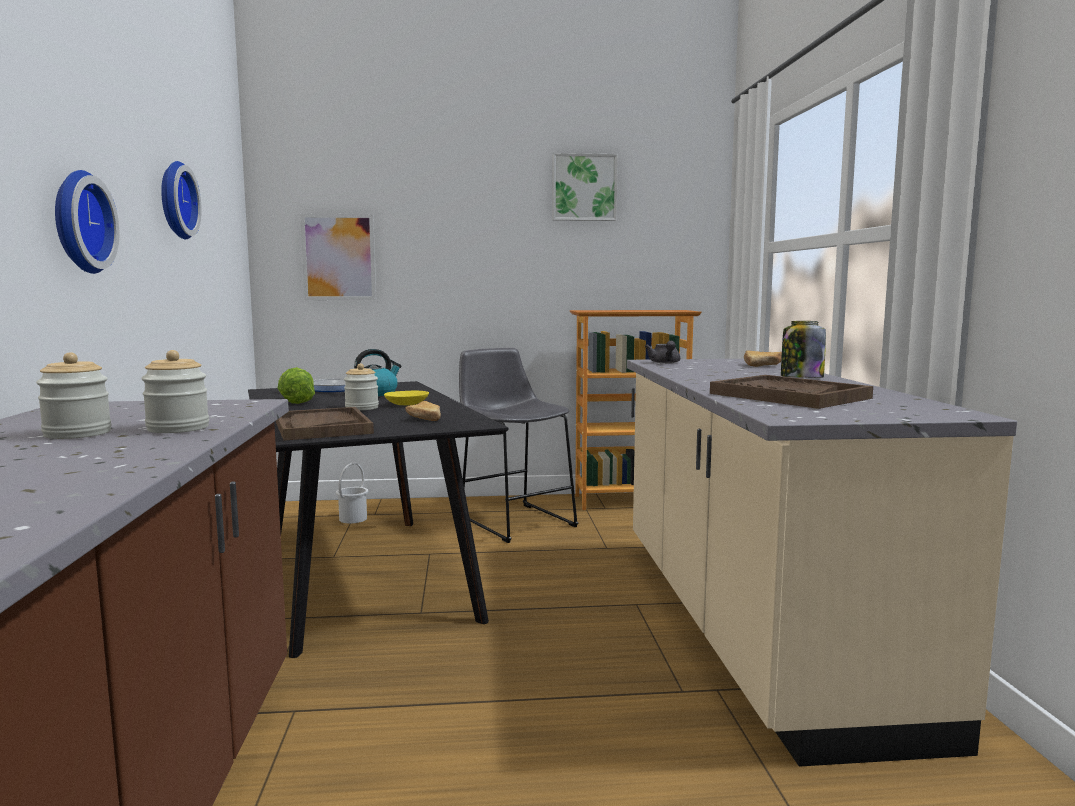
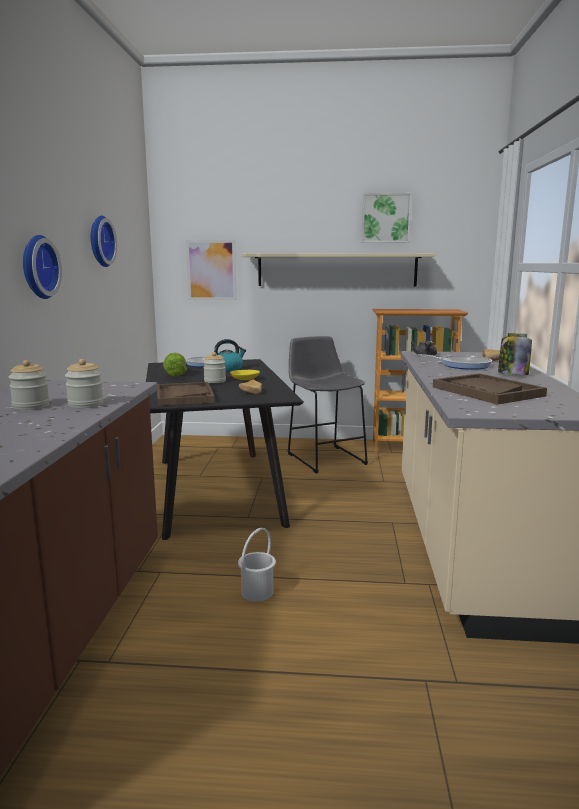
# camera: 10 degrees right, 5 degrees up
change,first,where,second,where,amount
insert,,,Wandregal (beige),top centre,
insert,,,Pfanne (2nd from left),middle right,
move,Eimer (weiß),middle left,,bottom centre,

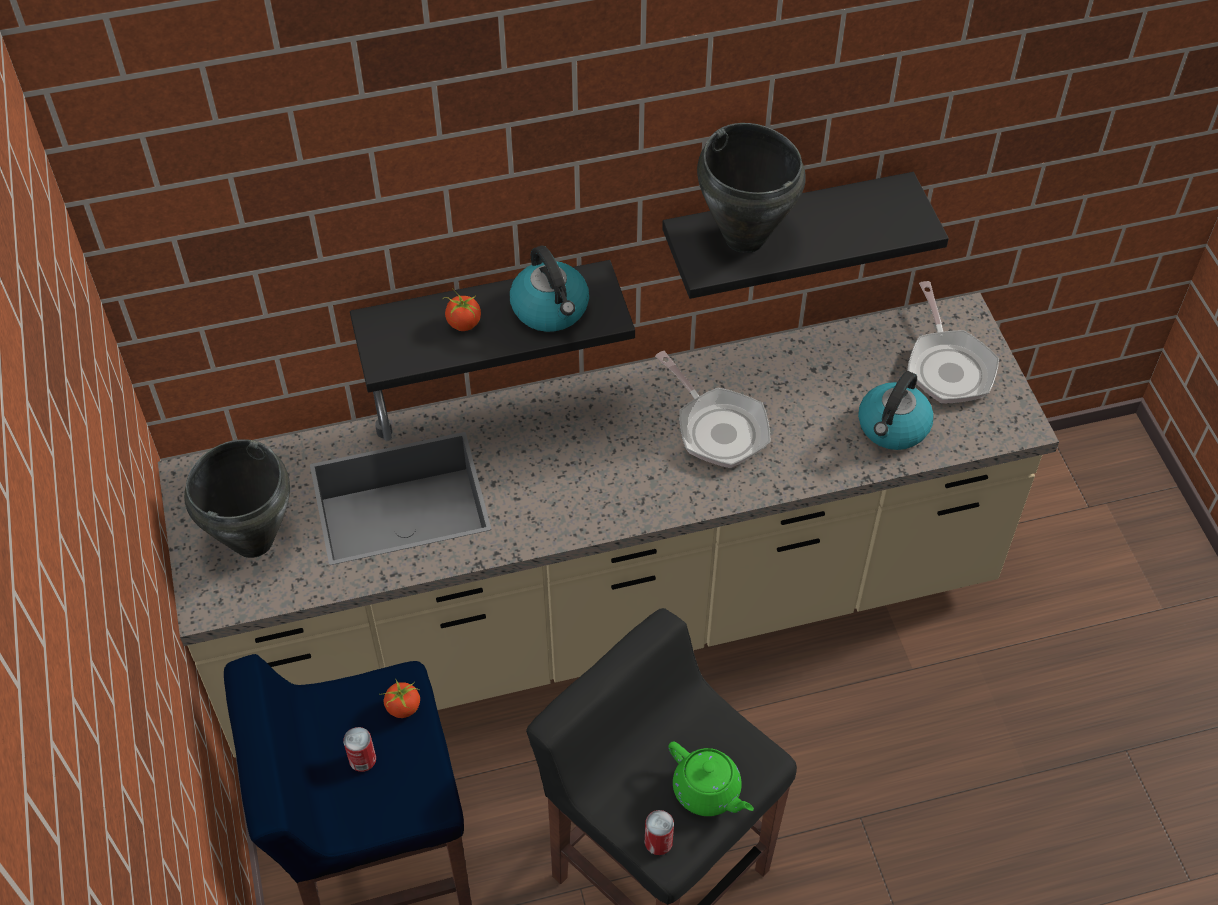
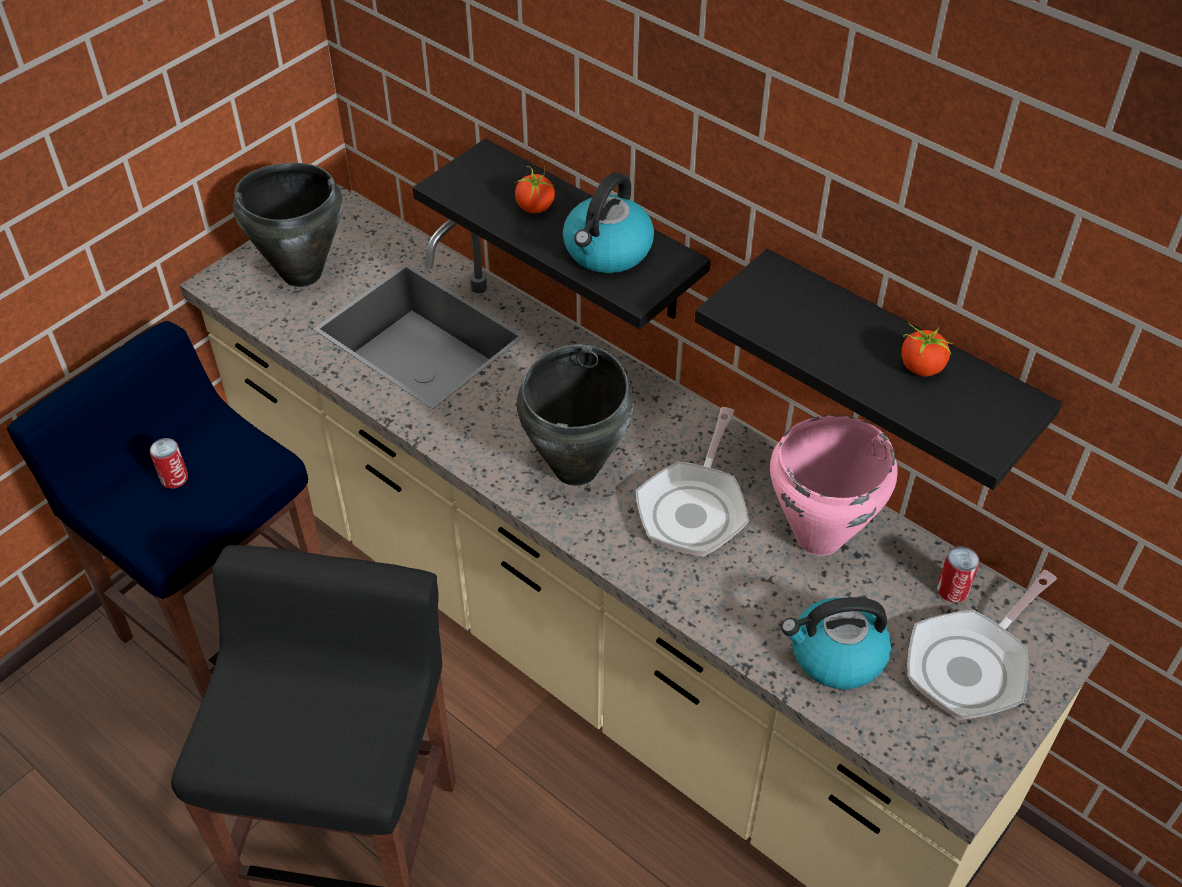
# camera: 55 degrees right, 5 degrees down
change,first,where,second,where,amount
delete,Teekanne (grün),bottom centre,,,
insert,,,Kochtopf (rosa),middle right,
move,Tomate (1st from left in the first image),bottom left,Tomate (2nd from left),middle right,
move,Dose (2nd from left),bottom centre,,middle right,
move,Kochtopf (schwarz) (2nd from left),top centre,,centre,

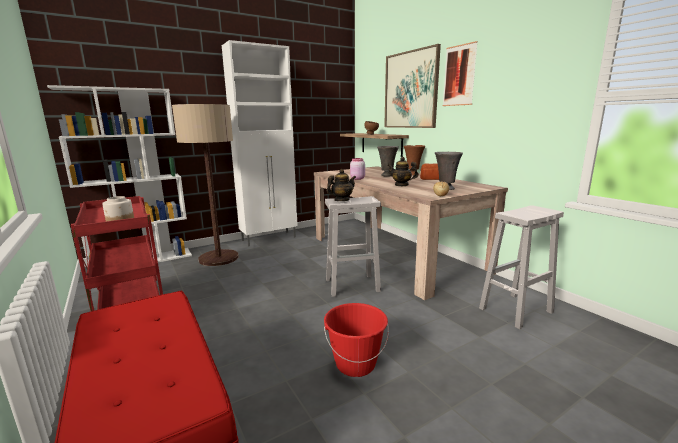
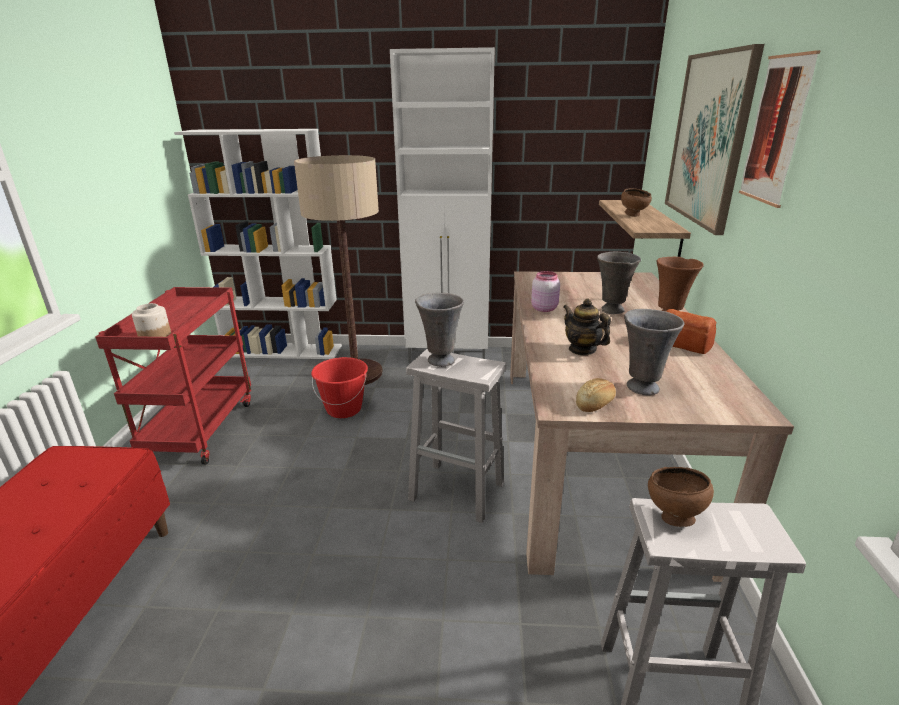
# camera: 35 degrees right, 10 degrees up
change,first,where,second,where,amount
insert,,,Schüssel (braun) (2nd from left),bottom right,
move,Eimer (rot),bottom centre,,centre,
replace,Teekanne (1st from left),centre,Vase (grau) (1st from left),centre,

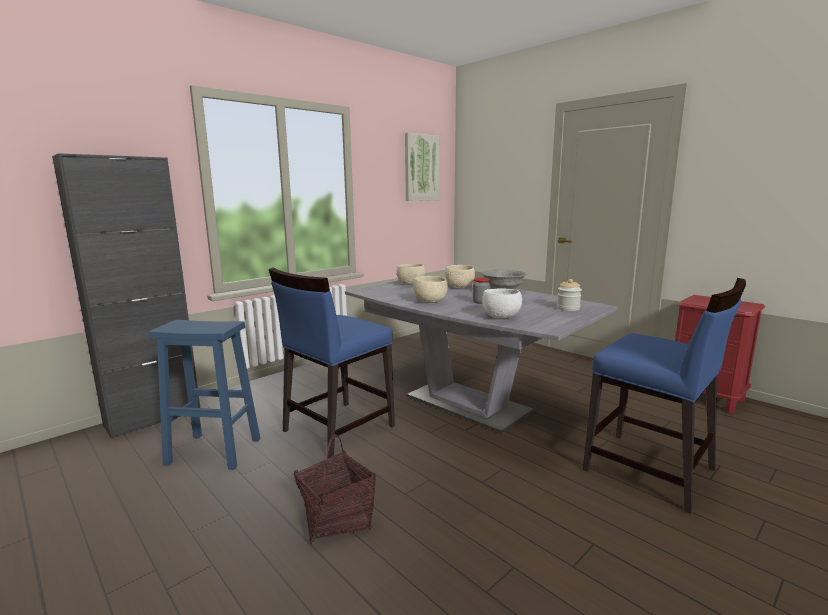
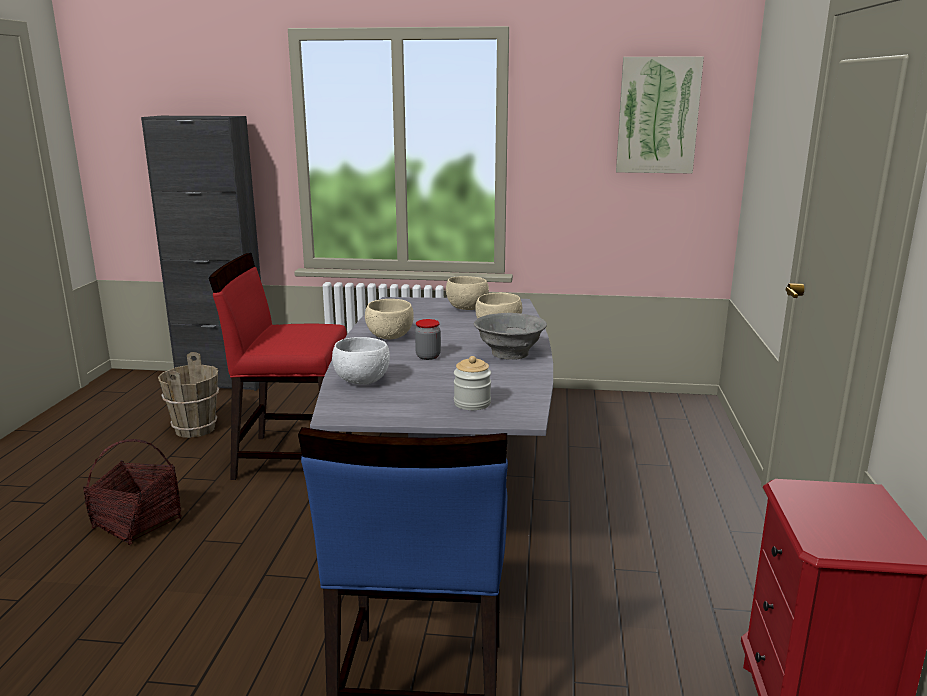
# camera: 50 degrees right, 5 degrees up
change,first,where,second,where,amount
replace,Hocker (blau),middle left,Eimer (braun),middle left,
recolor,Stuhl (blau) (1st from left),centre,Stuhl (rot),middle left,

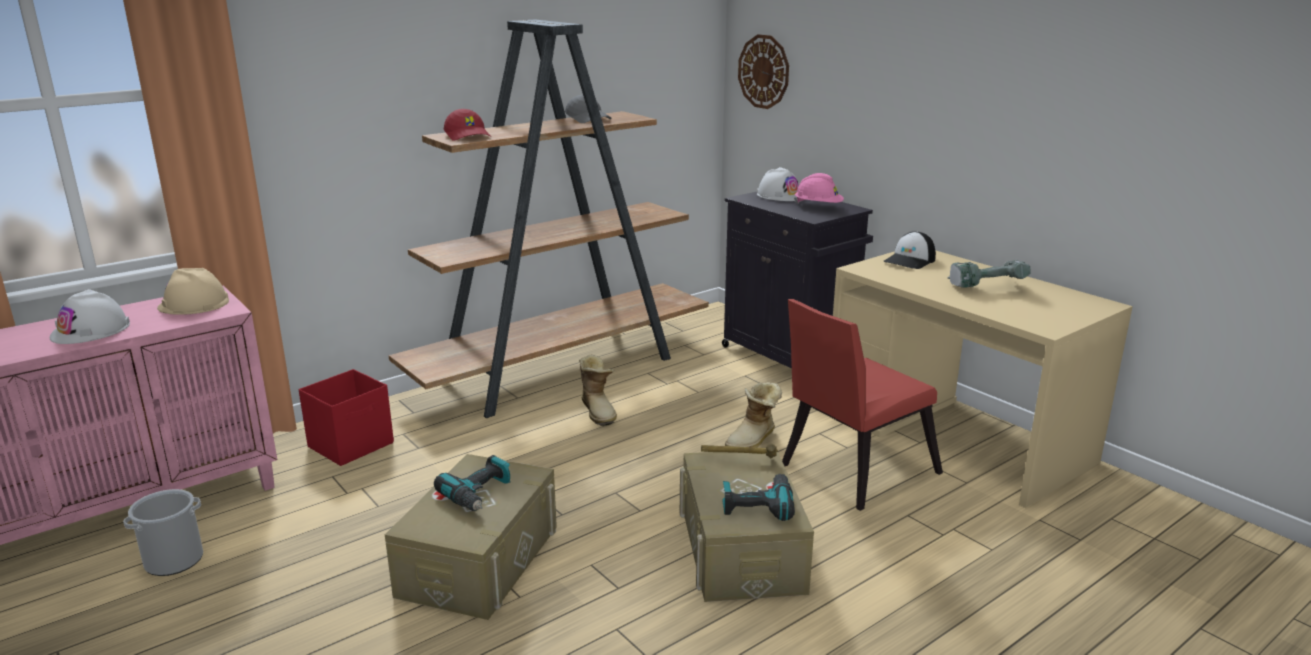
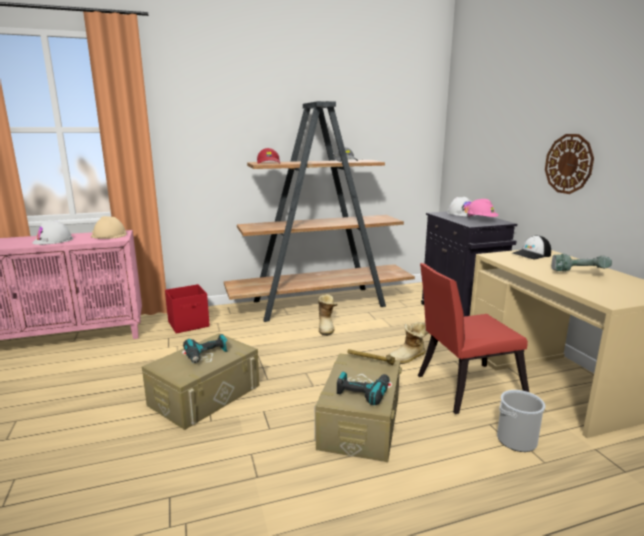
# camera: 20 degrees right, 5 degrees down
change,first,where,second,where,amount
move,Eimer,bottom left,,bottom right,
move,Wanduhr,top centre,,top right,

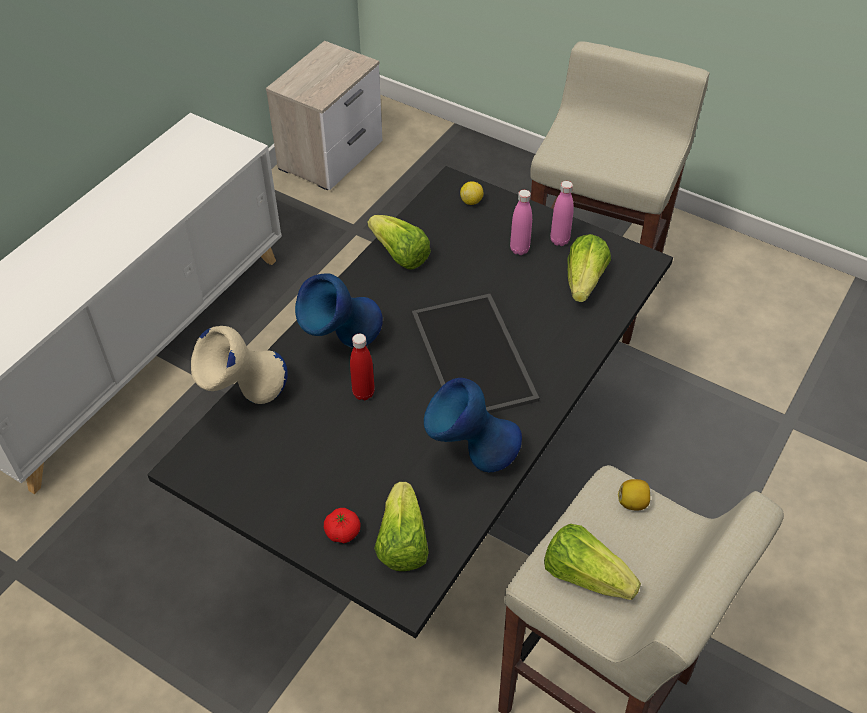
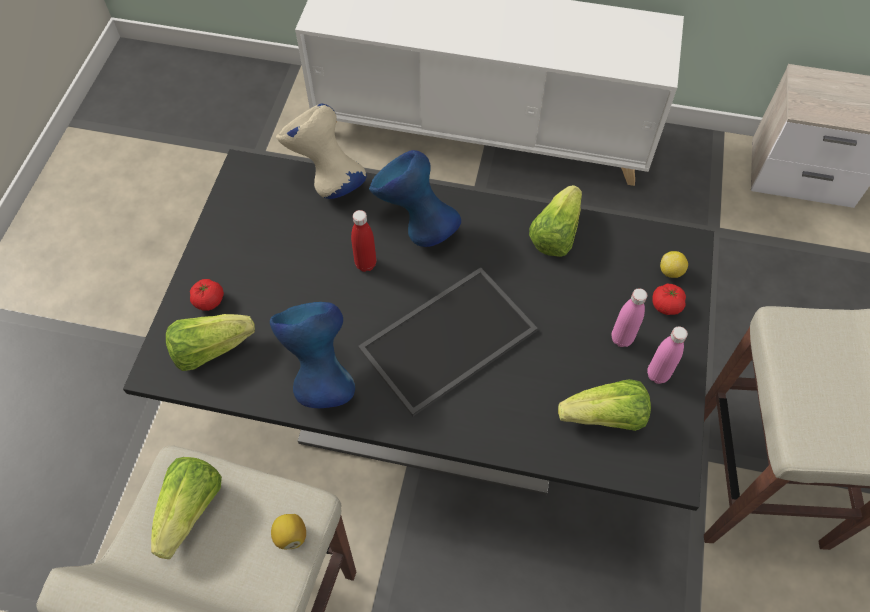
# camera: 70 degrees right, 10 degrees up
change,first,where,second,where,amount
insert,,,Tomate (2nd from left),middle right,

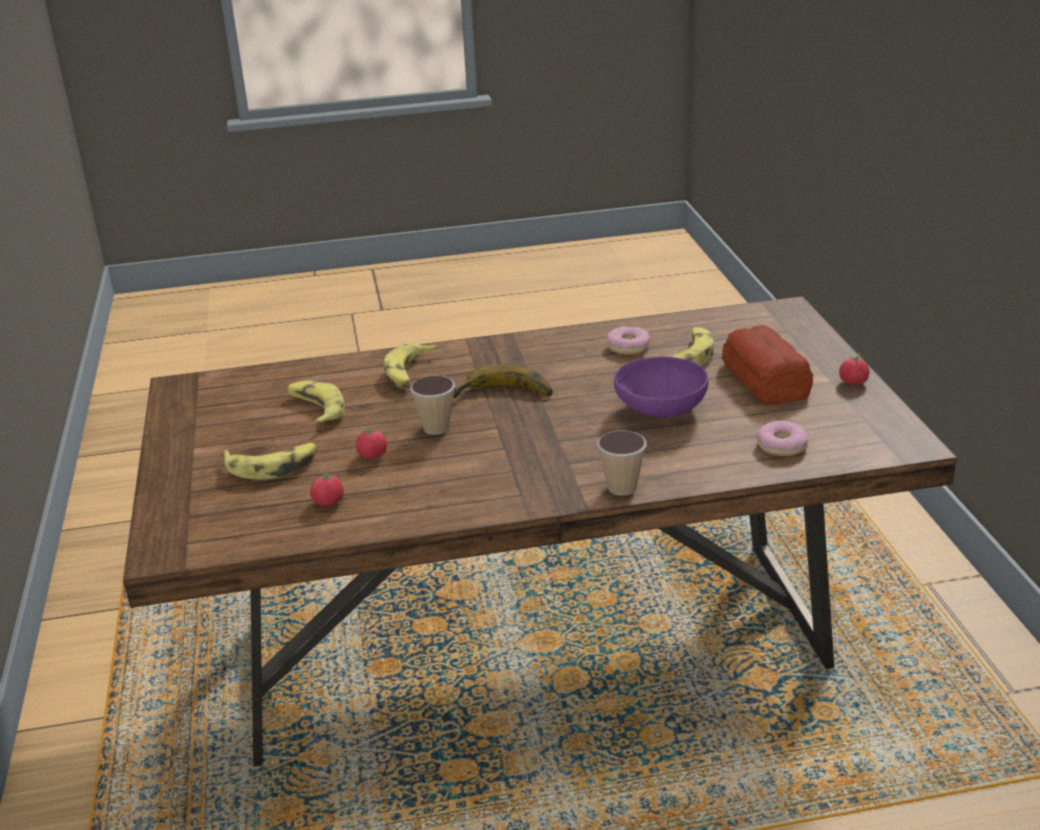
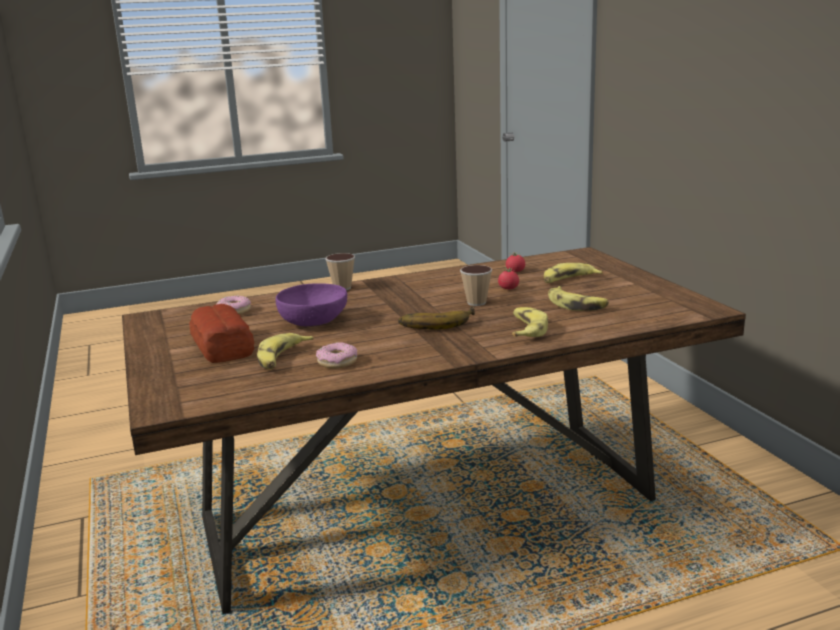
# camera: 170 degrees right, 10 degrees down
change,first,where,second,where,amount
delete,Tomate (3rd from left),middle right,,,

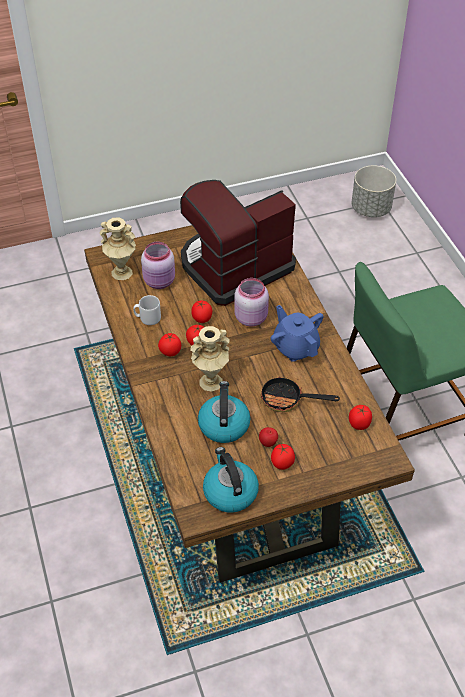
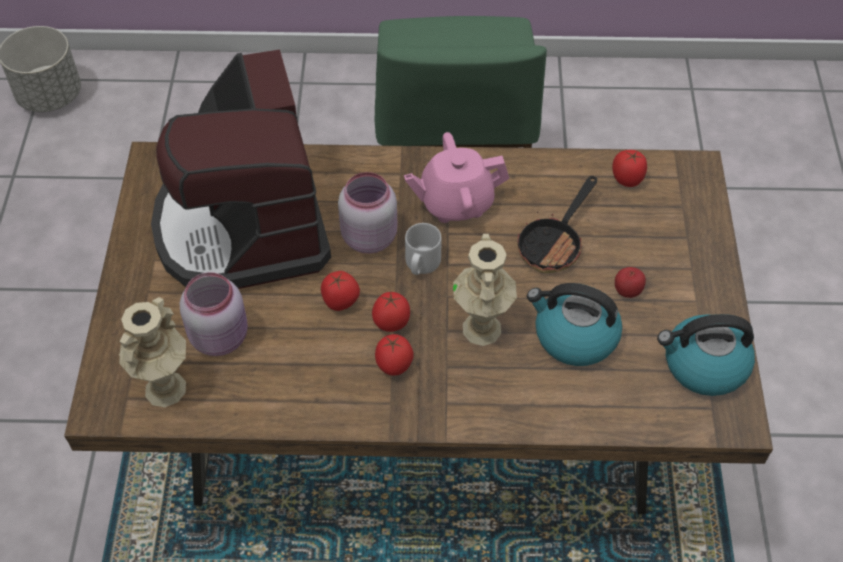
# camera: 70 degrees left, 5 degrees up
change,first,where,second,where,amount
delete,Tomate (4th from left),centre,,,
move,Henkelbecher (grau),middle left,,centre,
recolor,Teekanne (blau),centre,Teekanne (rosa),top centre,

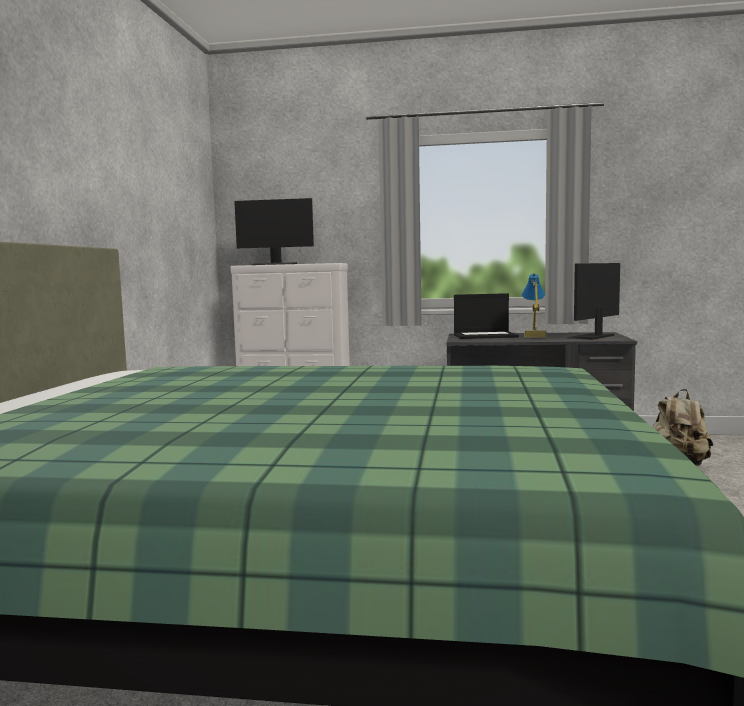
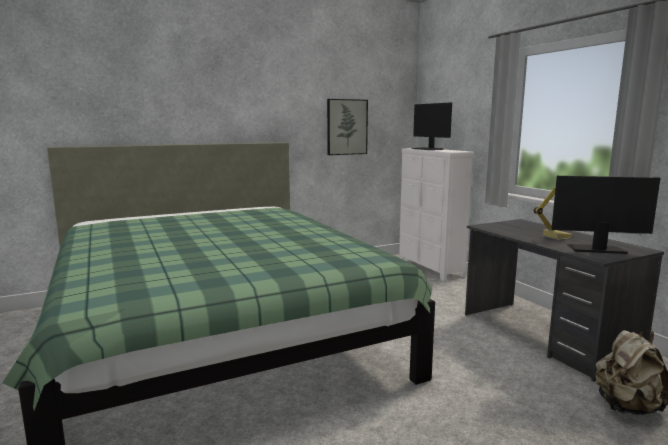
# camera: 55 degrees right, 5 degrees up
change,first,where,second,where,amount
delete,Laptop,centre,,,
insert,,,Bild,top centre,

